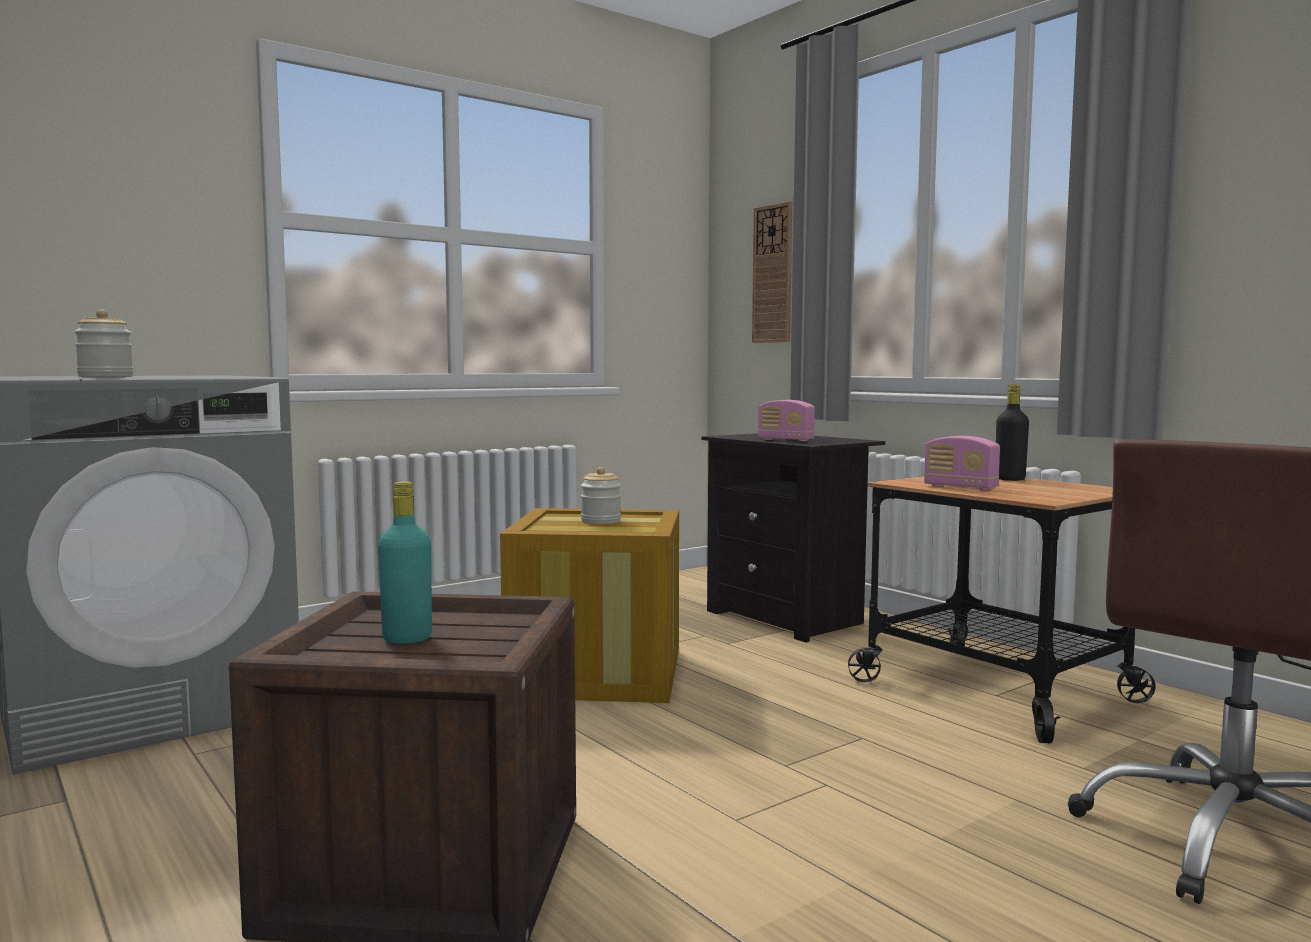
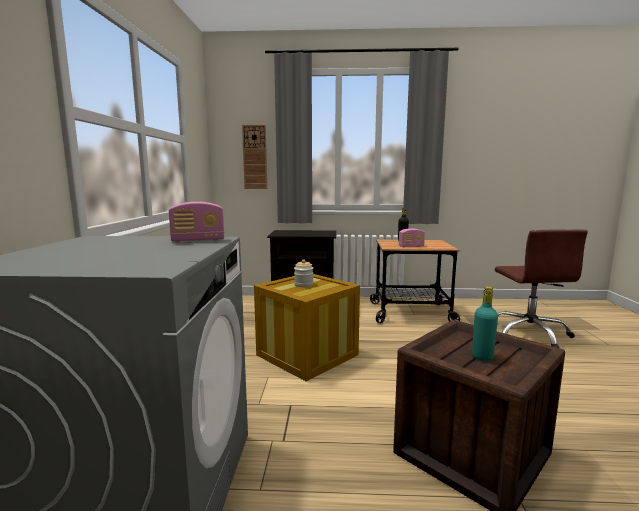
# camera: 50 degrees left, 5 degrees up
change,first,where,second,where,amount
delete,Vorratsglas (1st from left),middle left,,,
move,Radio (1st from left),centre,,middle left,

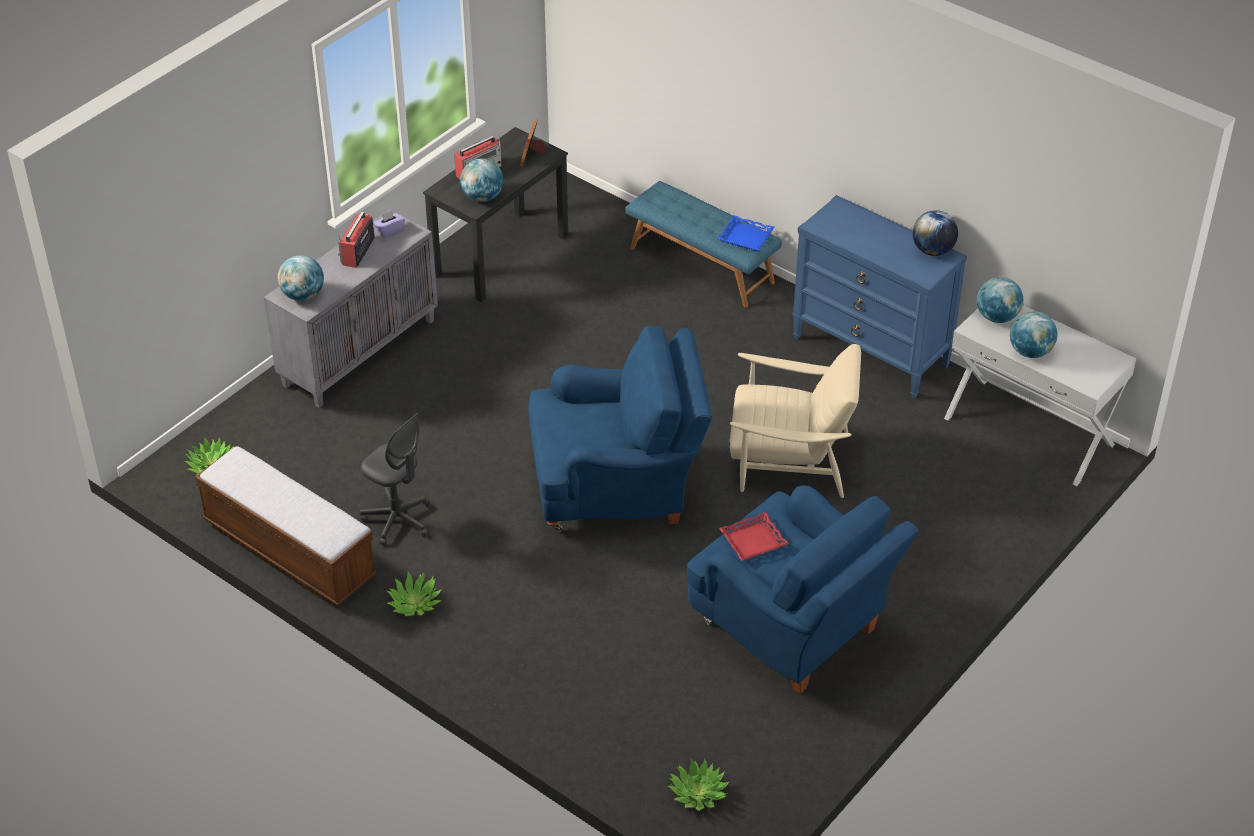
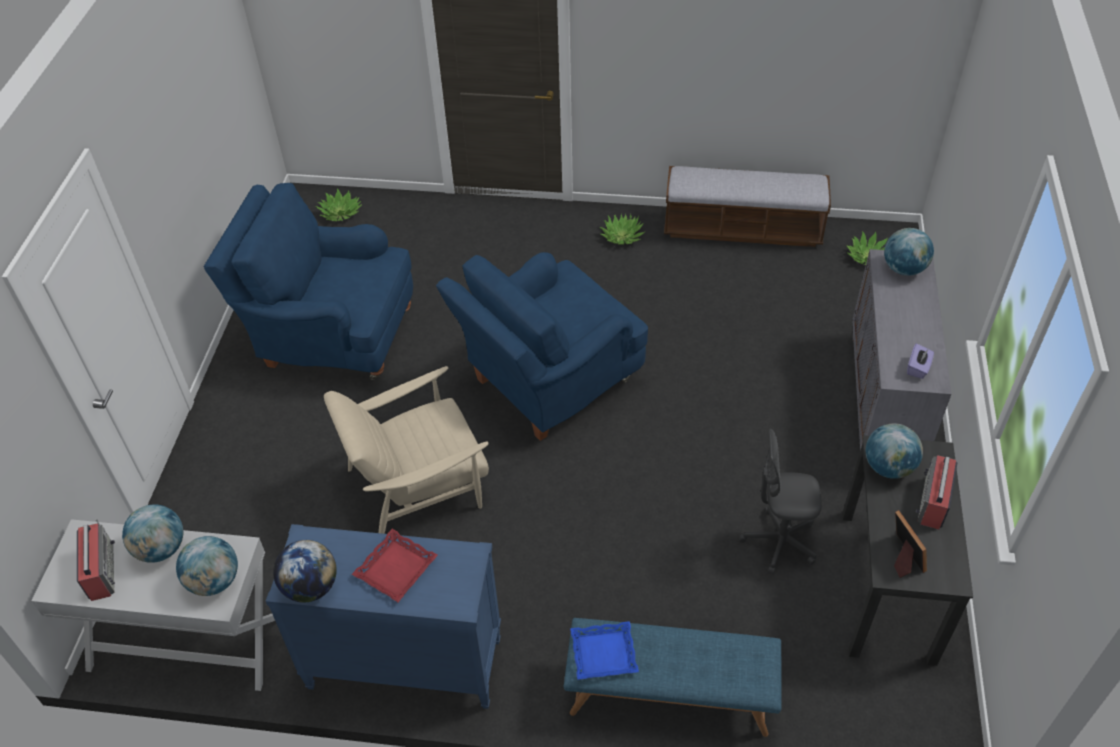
# camera: 150 degrees right, 5 degrees up
change,first,where,second,where,amount
move,Radio (1st from left),top left,,bottom left,
move,Bürostuhl (grau),middle left,,bottom right,
move,Tablett (rot),centre,,bottom centre,

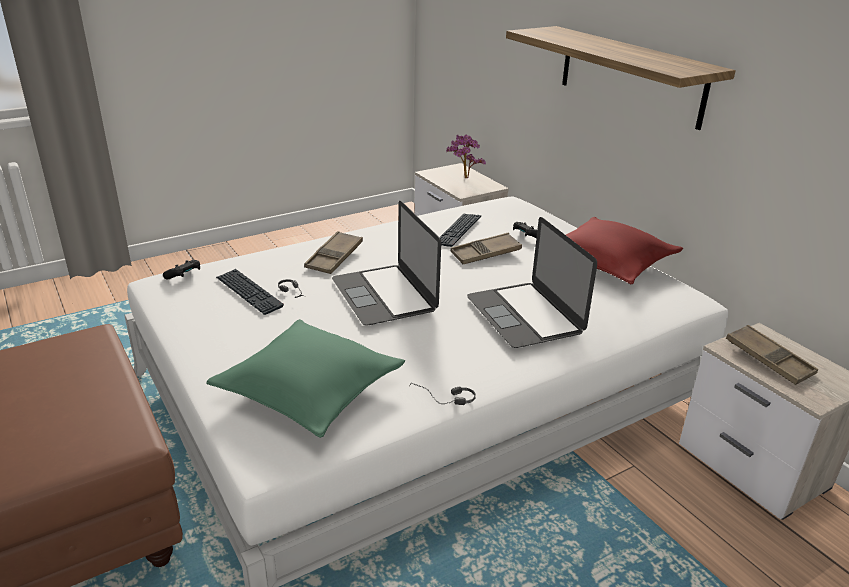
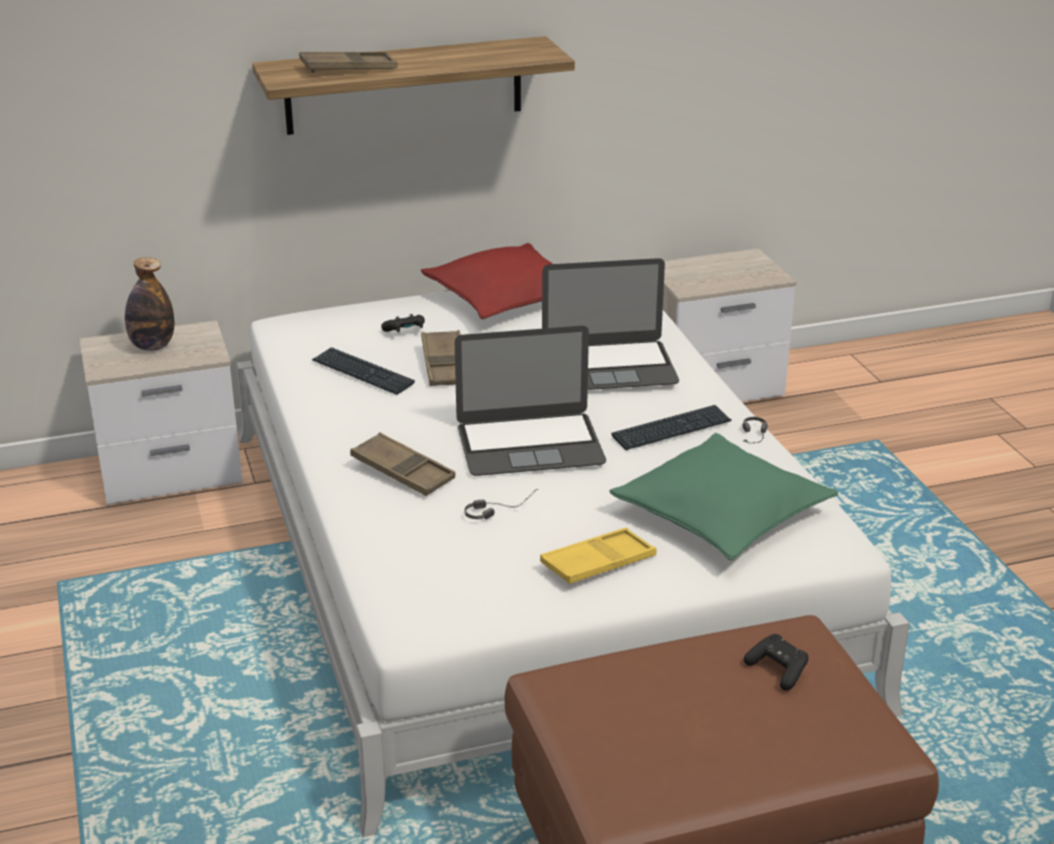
# camera: 75 degrees left, 0 degrees up
change,first,where,second,where,amount
insert,,,Tablett (gelb),centre,
move,Gamepad (schwarz) (1st from left in the first image),middle left,Gamepad (schwarz) (2nd from left),bottom right,
move,Tastatur (1st from left in the first image),middle left,Tastatur (2nd from left),centre,
move,Tablett (braun) (3rd from left in the first image),middle right,Tablett (braun) (1st from left),top left,
replace,Topfpflanze,top centre,Flasche,middle left,

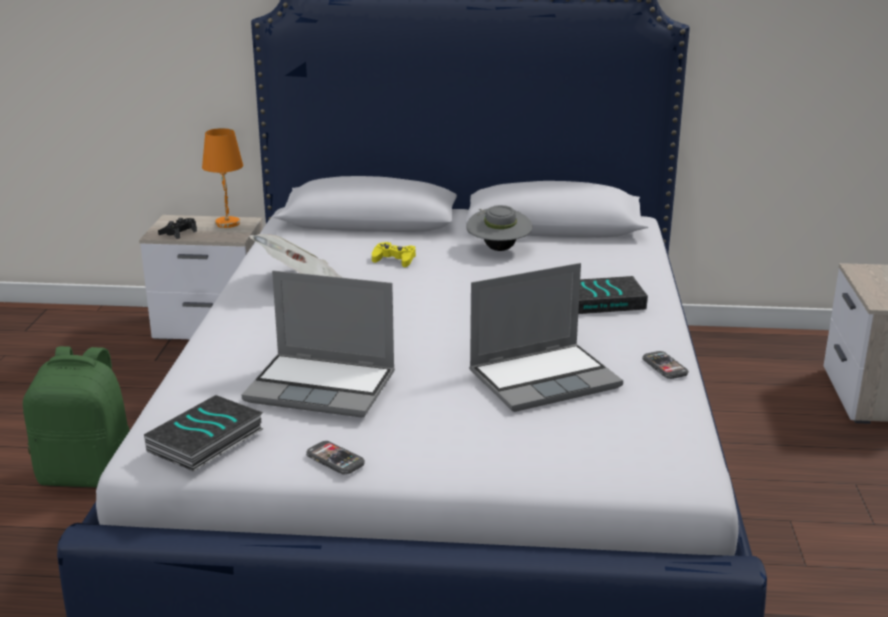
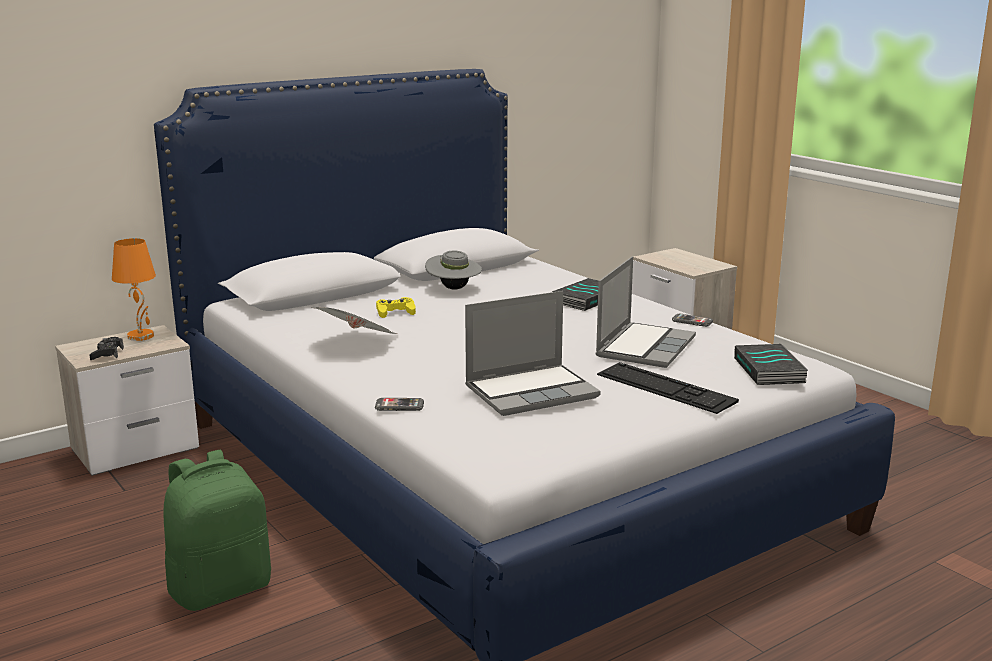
# camera: 40 degrees left, 5 degrees down
change,first,where,second,where,amount
insert,,,Tastatur,middle right,
move,Buch (1st from left in the first image),bottom left,Buch (2nd from left),middle right,
move,Handy (1st from left),bottom centre,,centre,

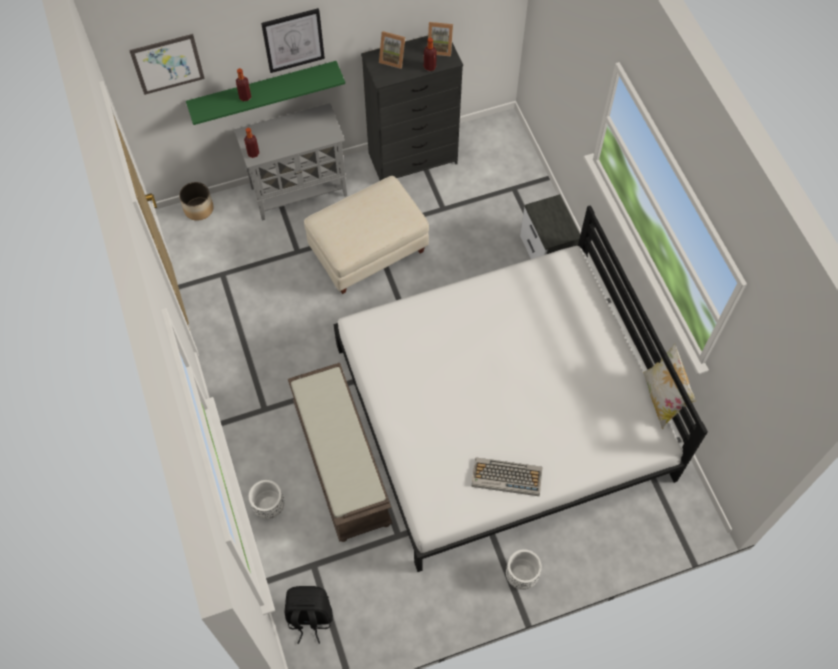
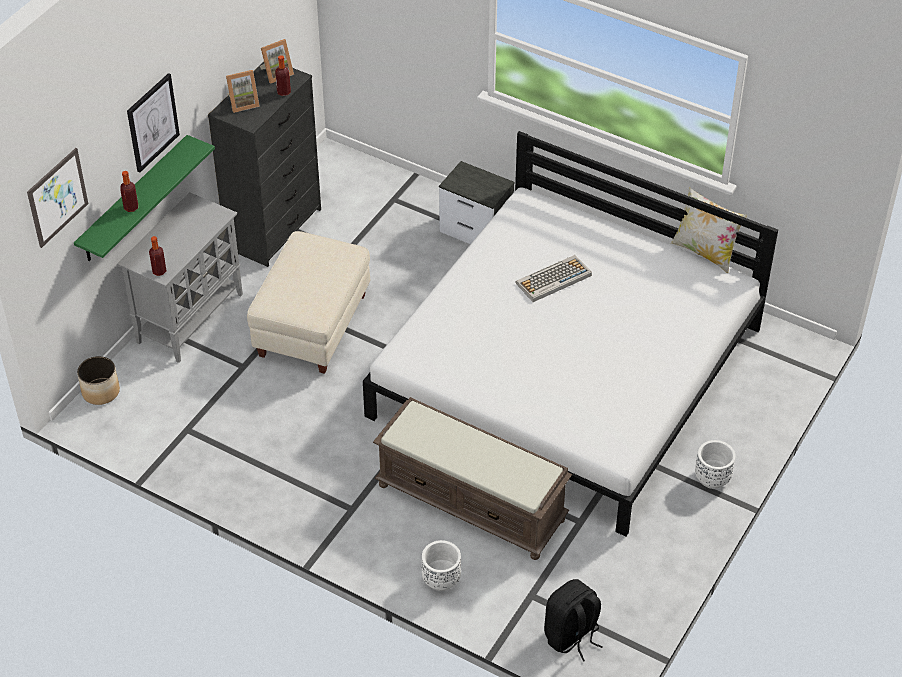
# camera: 40 degrees left, 15 degrees down
change,first,where,second,where,amount
move,Tastatur,bottom centre,,centre,

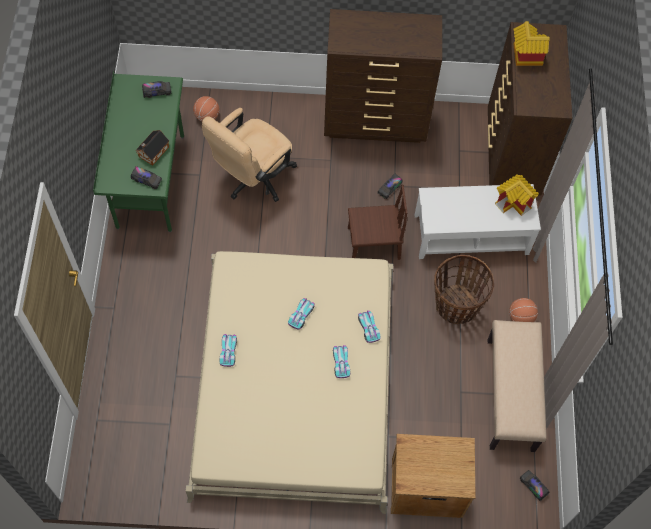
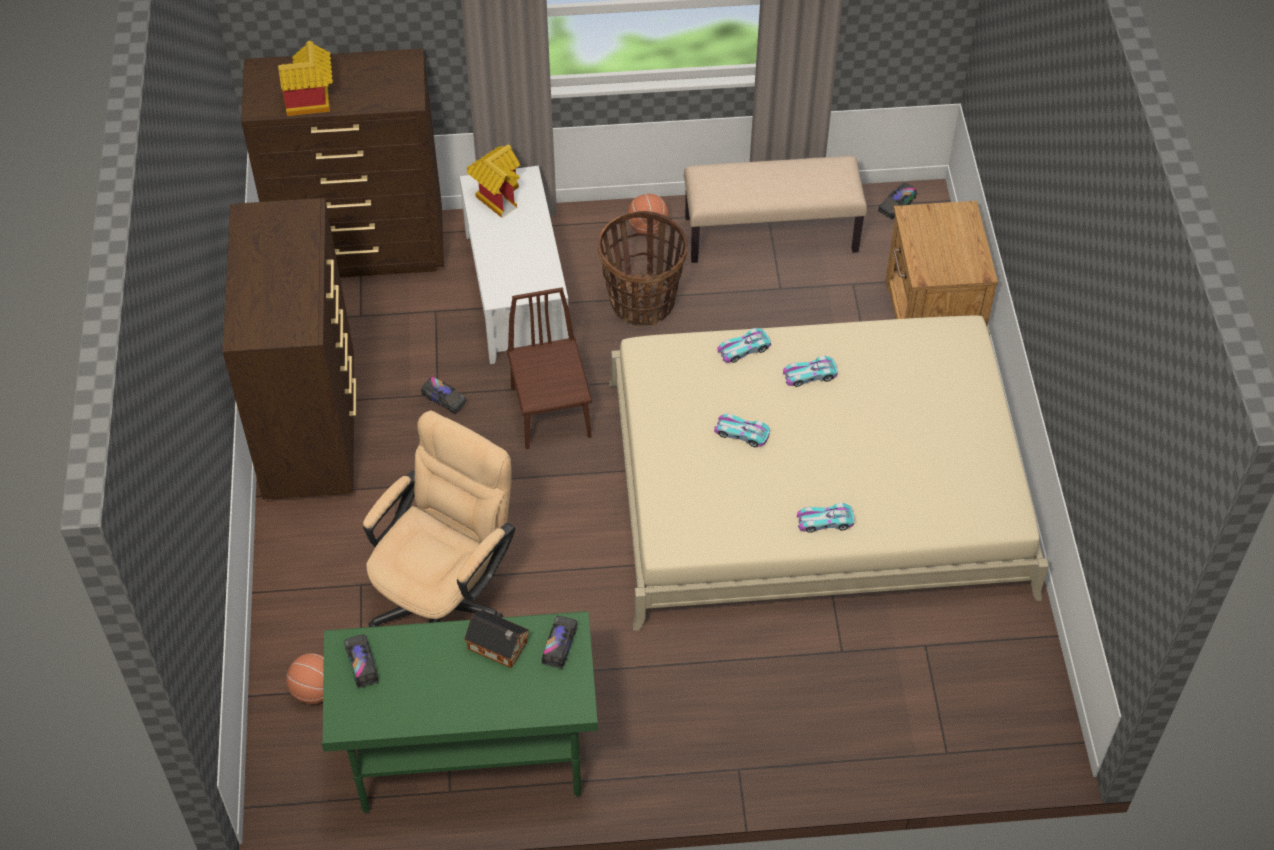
# camera: 95 degrees left, 10 degrees down
change,first,where,second,where,amount
rotate,Bürostuhl (beige),top centre,,centre,90 degrees counterclockwise

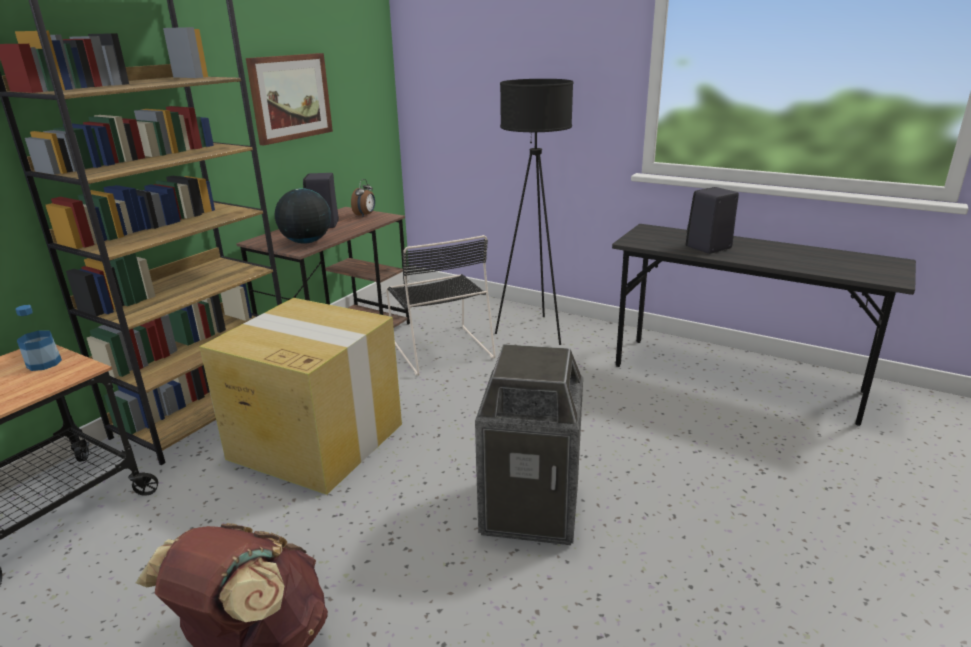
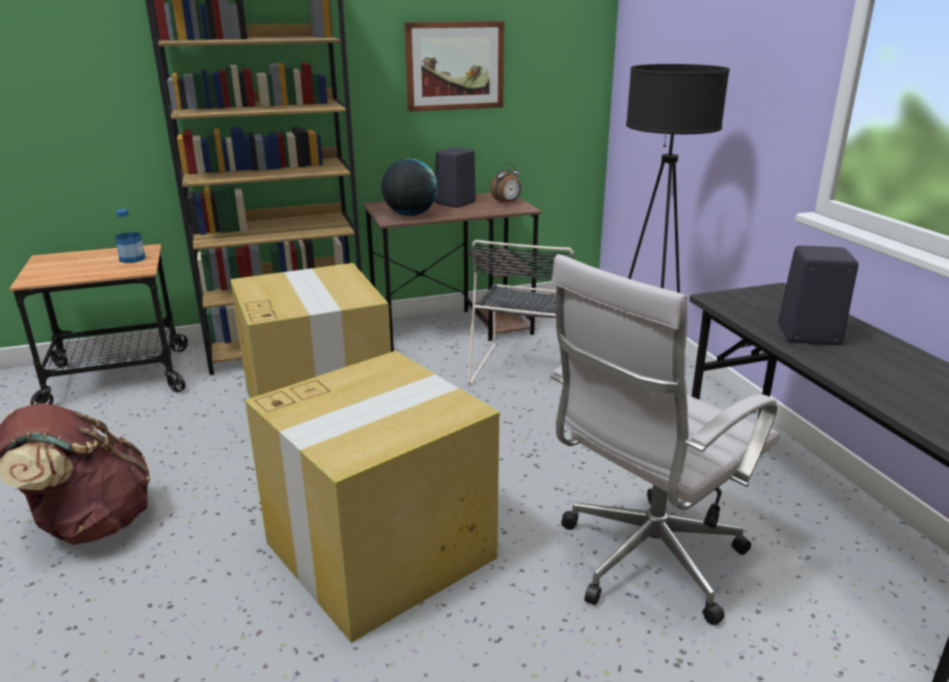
# camera: 40 degrees right, 0 degrees up
change,first,where,second,where,amount
insert,,,Bürostuhl (weiß),middle right,
replace,Mülleimer,bottom centre,Karton (2nd from left),bottom centre,

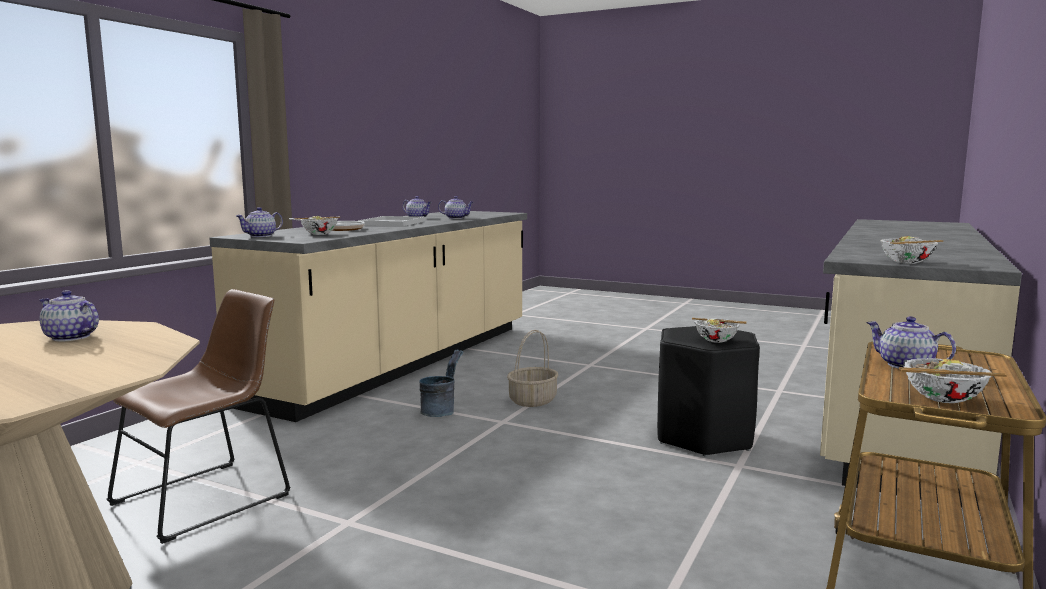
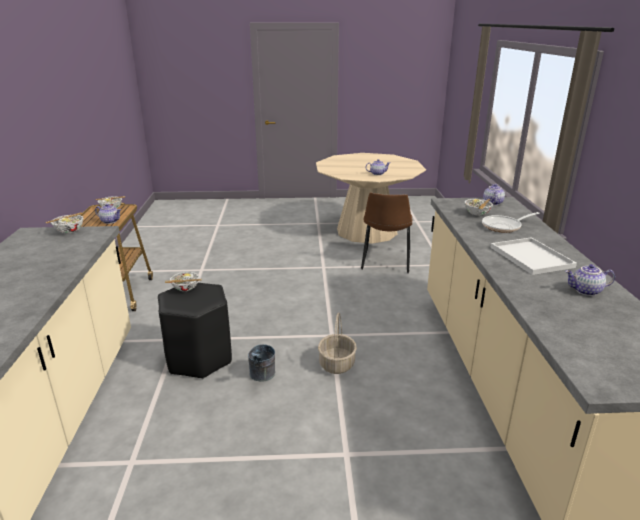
# camera: 150 degrees right, 15 degrees up
change,first,where,second,where,amount
delete,Teekanne (4th from left),centre,,,
move,Eimer (grau),centre,,bottom centre,

